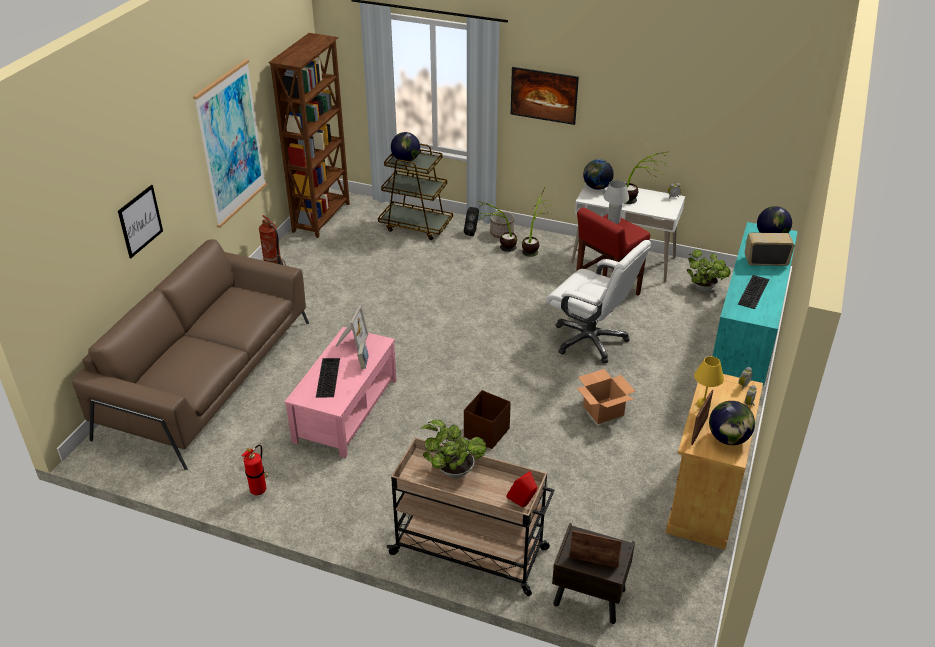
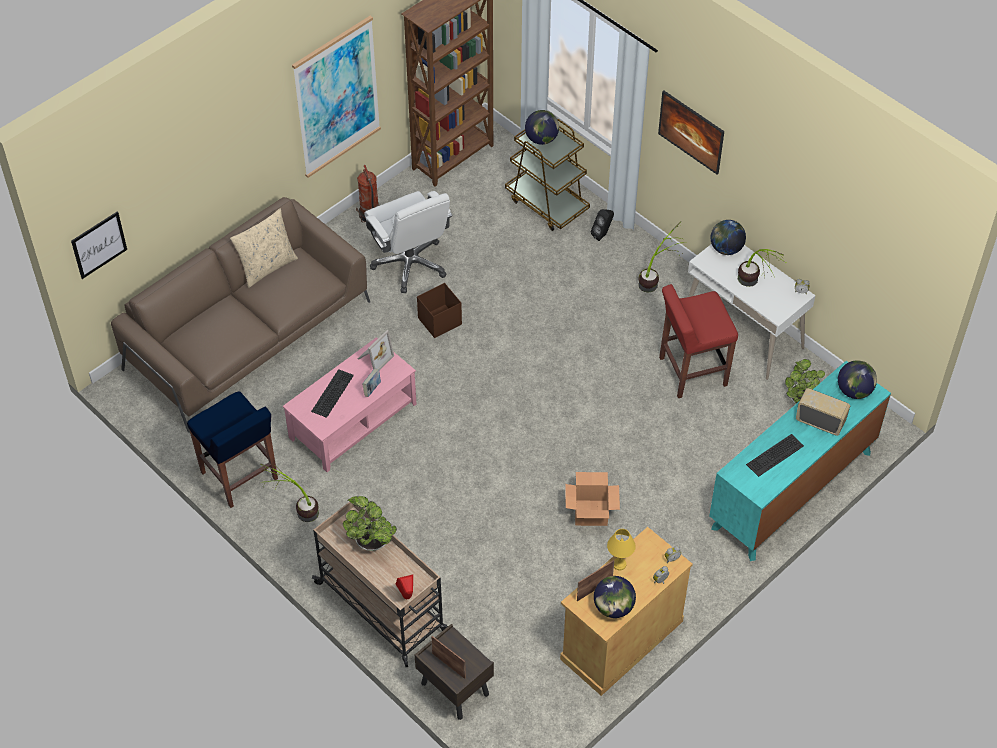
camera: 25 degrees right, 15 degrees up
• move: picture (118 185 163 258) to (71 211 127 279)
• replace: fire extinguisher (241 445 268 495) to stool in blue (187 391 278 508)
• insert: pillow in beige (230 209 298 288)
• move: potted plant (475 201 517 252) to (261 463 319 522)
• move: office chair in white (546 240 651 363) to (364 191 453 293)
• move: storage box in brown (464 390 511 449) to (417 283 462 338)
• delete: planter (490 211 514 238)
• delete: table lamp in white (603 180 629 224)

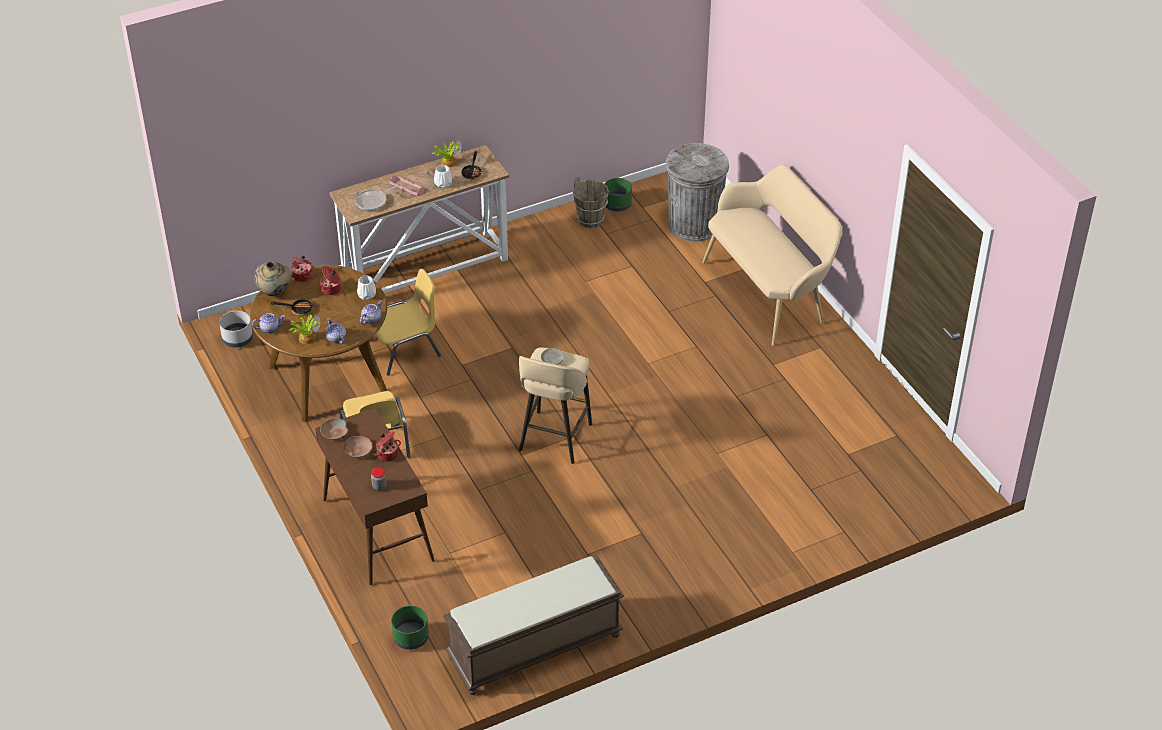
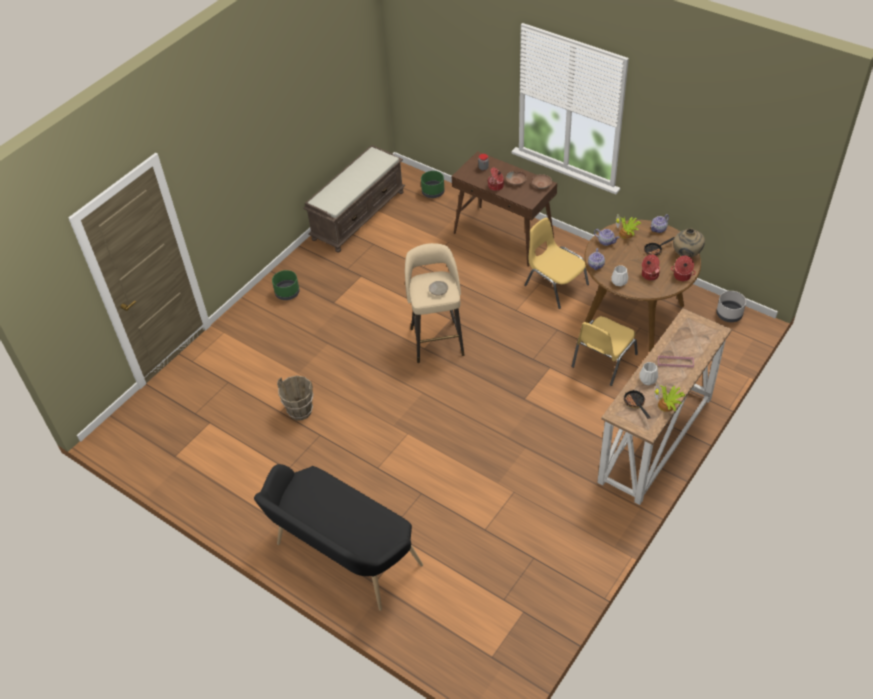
camera: 155 degrees right, 5 degrees up
• recolor: bench in beige (702 164 842 346) to bench in black (254 464 423 611)
• move: planter in green (604 178 632 211) to (272 270 300 300)
• move: bucket in brown (573 177 609 228) to (277 376 314 420)
• delete: frying pan (355 186 397 211)
• delete: trash can in grey (666 143 729 242)

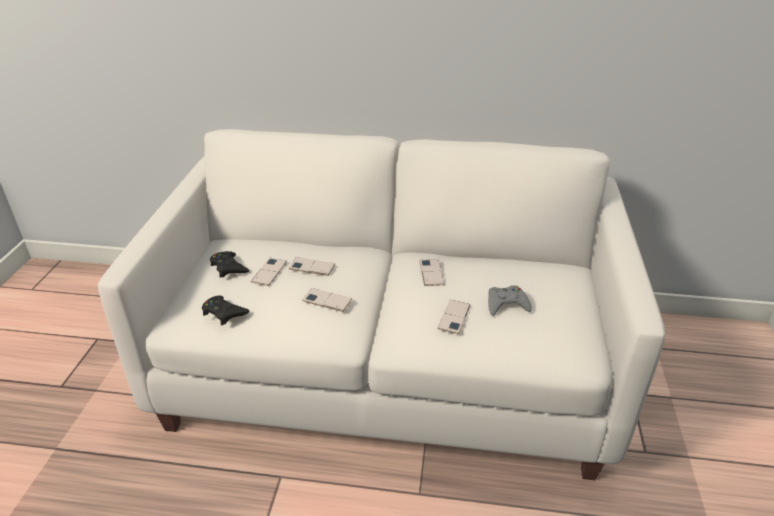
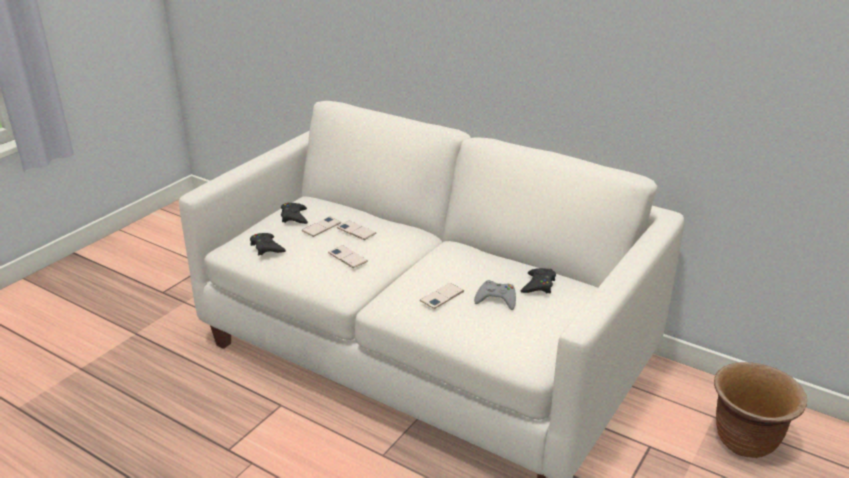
camera: 25 degrees right, 5 degrees down
• insert: game controller in black (521 268 556 293)
• insert: planter in brown (714 362 807 458)
• delete: phone (419 259 444 286)

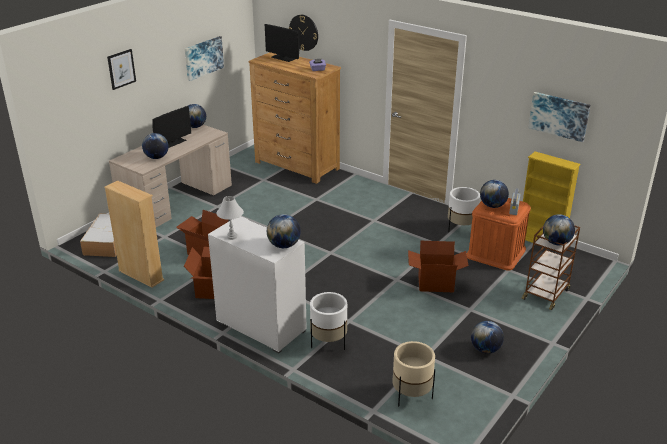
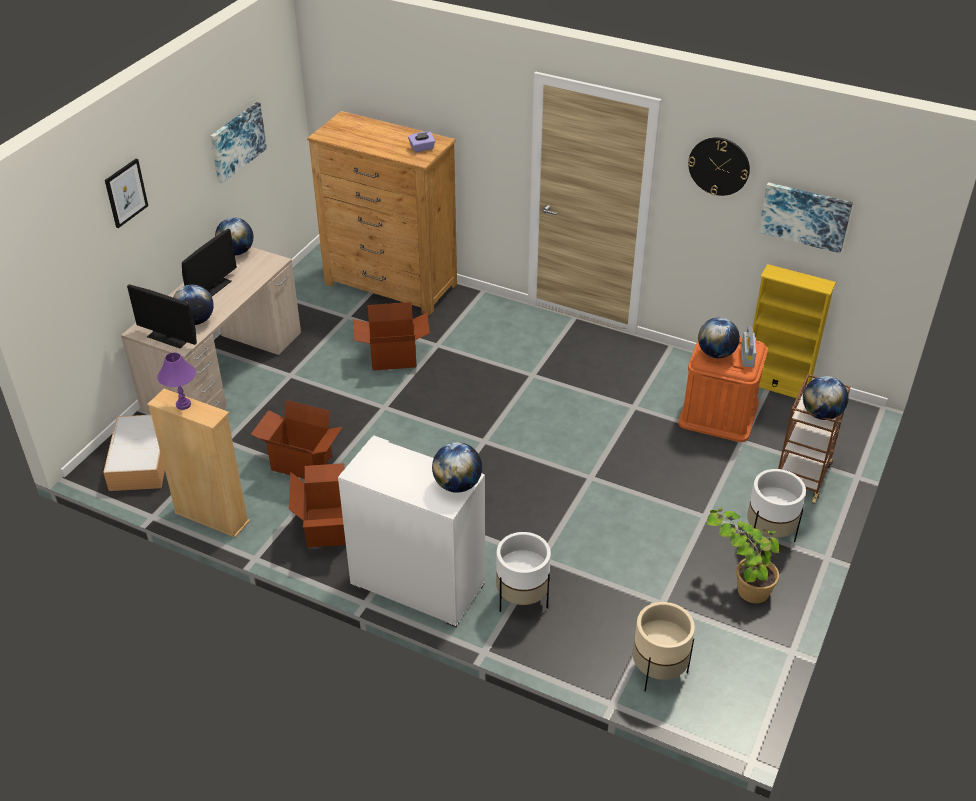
camera: 10 degrees left, 10 degrees up
• move: monitor (265 24 299 62) to (127 284 197 348)
• insert: table lamp in purple (157 352 196 410)
• move: cardboard box (408 241 468 292) to (353 302 430 371)
• move: wall clock (289 15 318 51) to (688 137 750 196)
• replace: globe (471 321 504 354) to potted plant (706 507 779 603)
• move: planter in white (448 187 480 232) to (747 469 806 544)
• delete: table lamp in white (217 196 244 240)

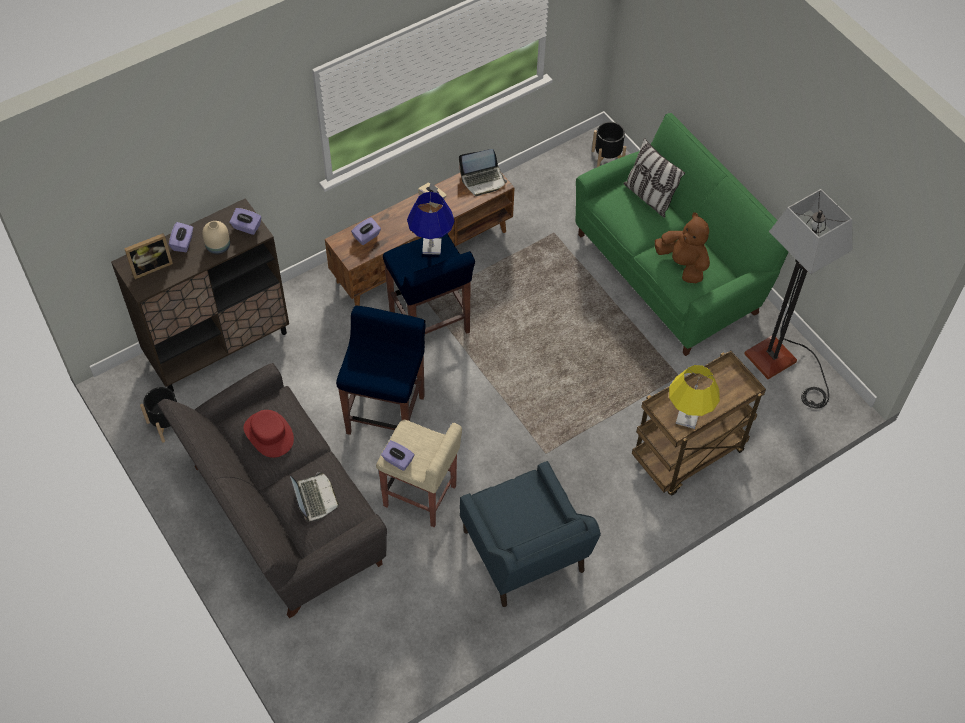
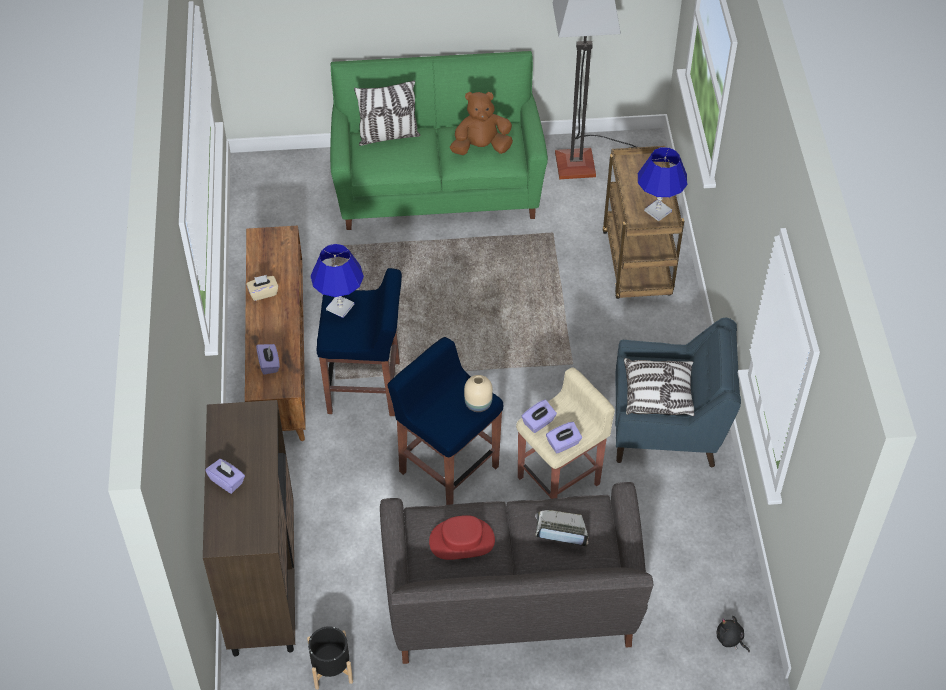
camera: 60 degrees left, 5 degrees down
• move: vase in beige (202 221 230 255) to (464 375 493 412)
• move: tissue box in purple (230 208 262 235) to (522 400 557 433)
• insert: pillow (624 358 695 416)
• recolor: table lamp in yellow (669 365 720 429) to table lamp in blue (638 147 687 222)
• insert: plush toy in black (717 616 750 653)
• delete: picture frame (124 233 173 279)
• delete: laptop (459 149 507 196)
• delete: planter in black (592 122 626 167)

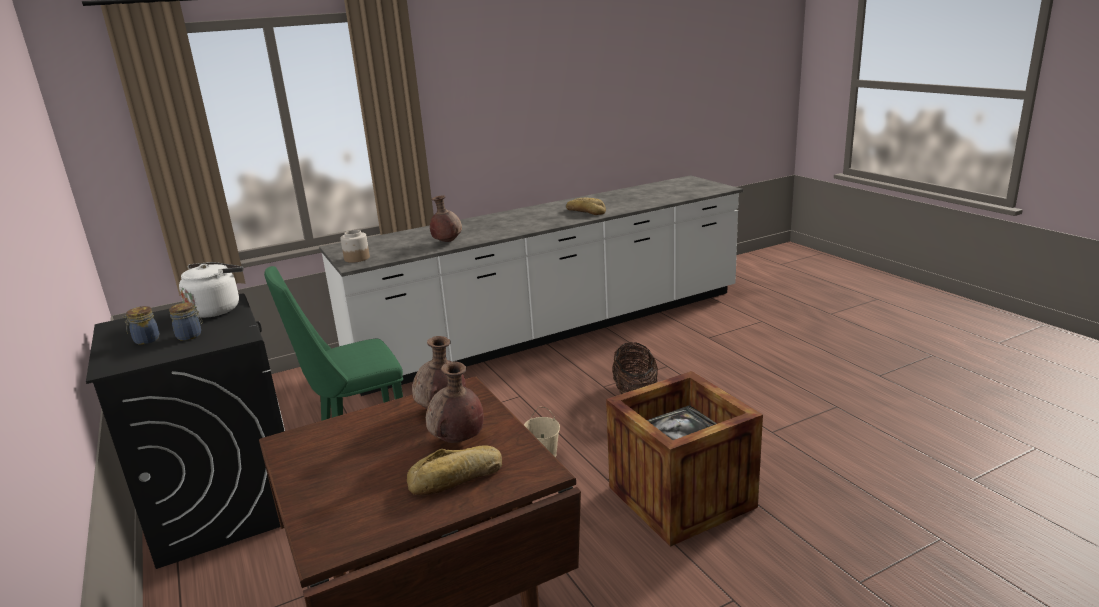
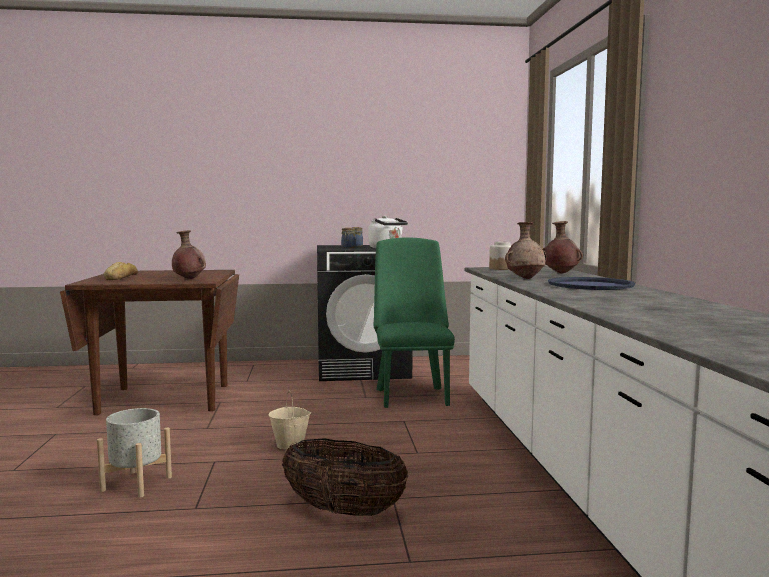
camera: 110 degrees right, 15 degrees down
• replace: crate (606 371 763 547) to planter in grey (97 408 172 498)
• move: vase in brown (426 361 484 443) to (542 221 583 273)
• insert: tray in blue (548 277 635 290)
• delete: bread (566 198 606 215)

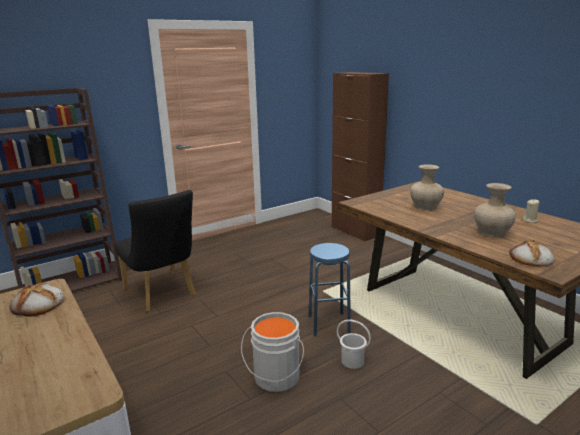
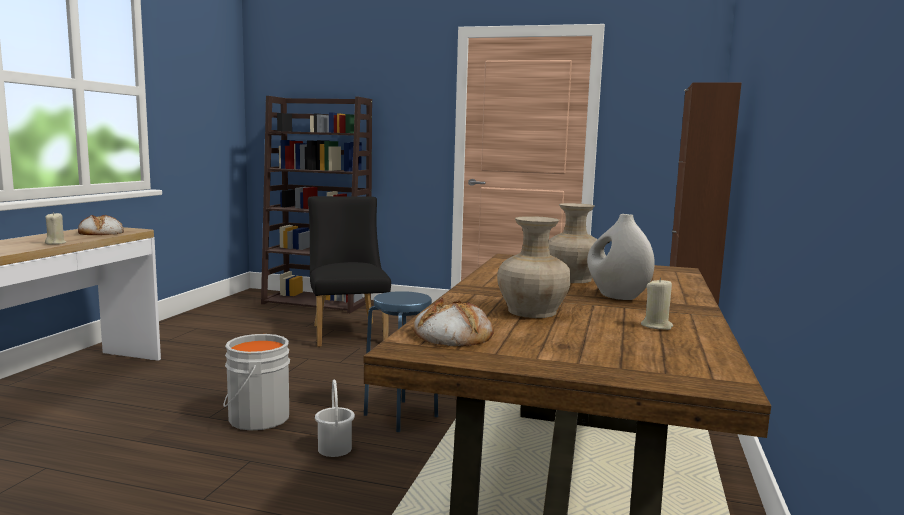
camera: 50 degrees right, 10 degrees down
• insert: candle in beige (45 212 66 245)
• rotate: chair in black (115 190 196 312) = (308 196 391 347) 150 degrees clockwise
• insert: vase in white (587 214 655 300)

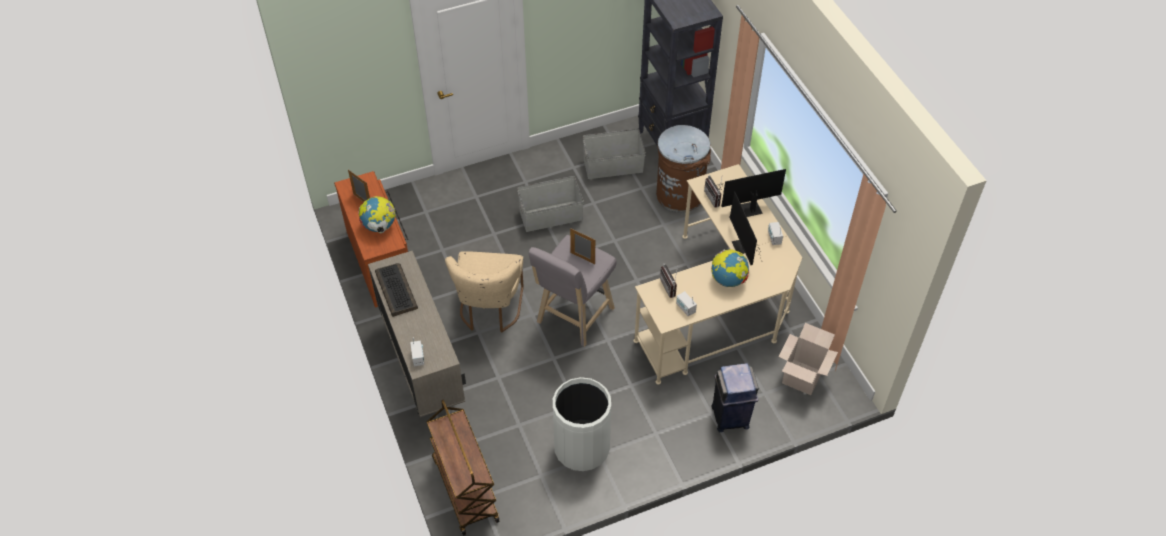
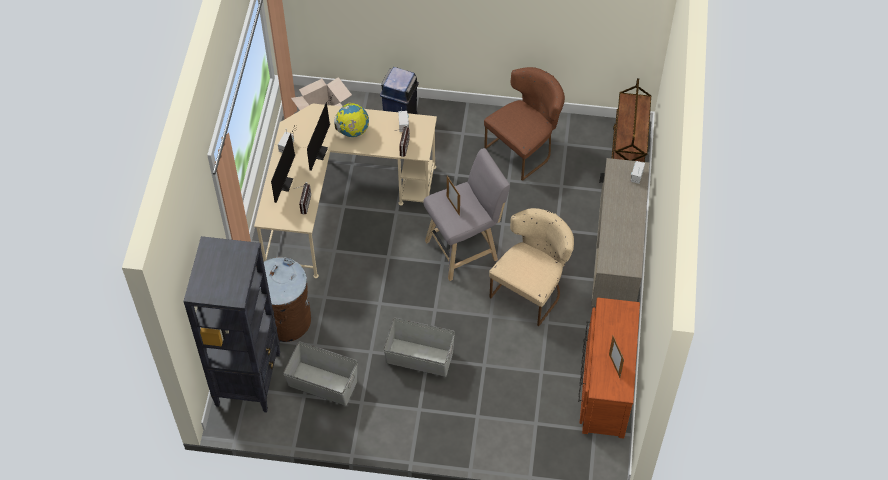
camera: 150 degrees left, 5 degrees up
• rotate: monitor (712 169 786 217) = (271 124 298 203) 90 degrees counterclockwise
• replace: trash can in white (553 377 611 471) to chair in brown (484 67 565 181)
• delete: globe (358 196 395 234)
• delete: keyboard (375 263 418 317)

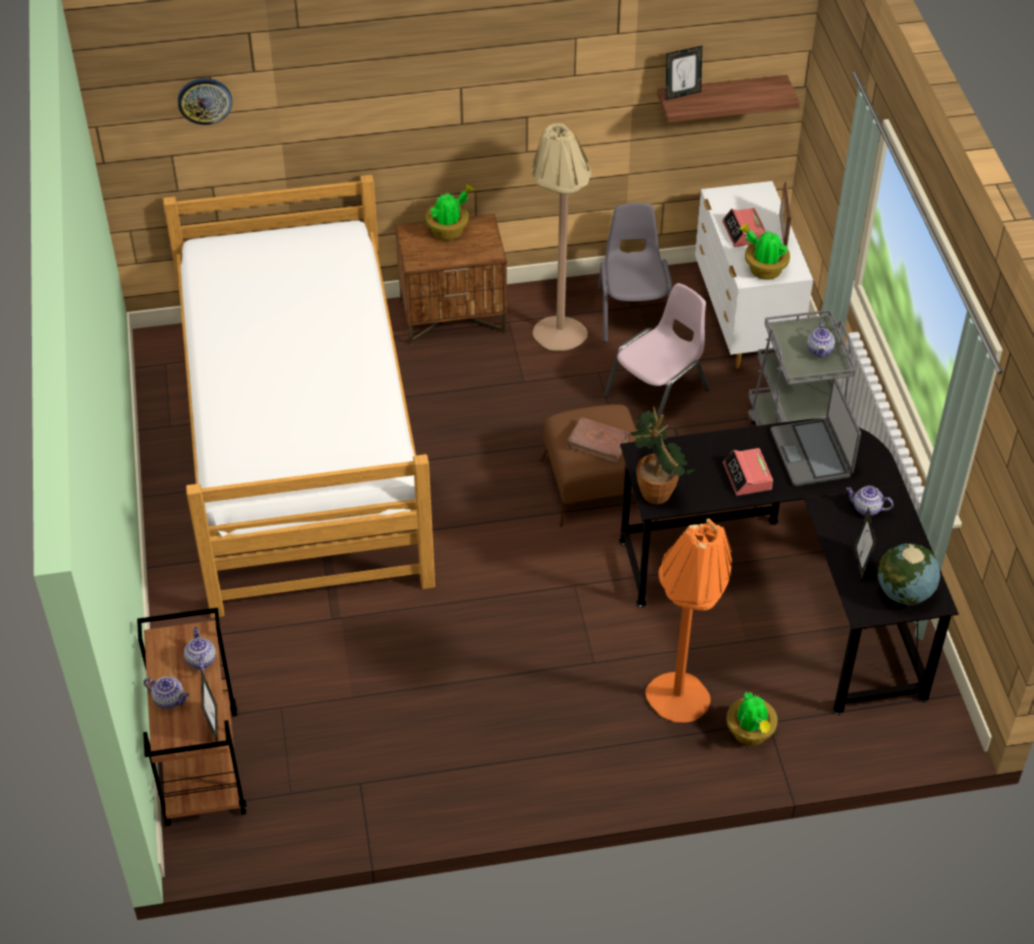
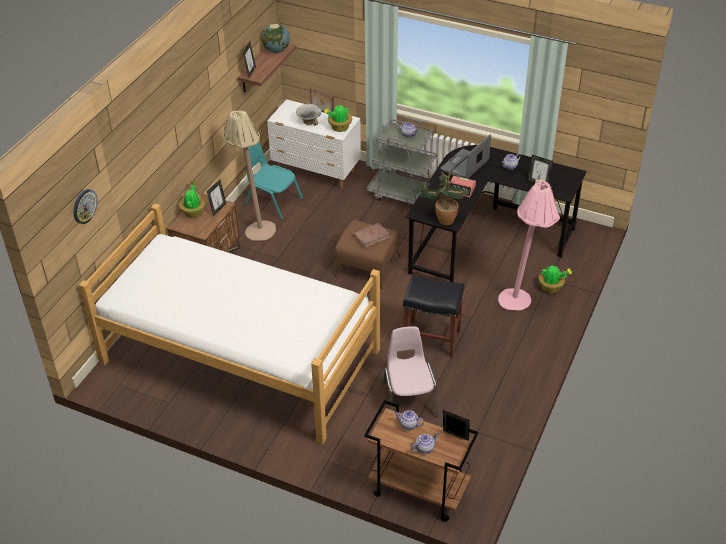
camera: 55 degrees left, 5 degrees down
• insert: picture frame (207 179 226 216)
• recolor: chair in grey (598 203 673 343) to chair in turquoise (245 142 303 220)
• move: globe (877 543 940 605) to (261 24 290 53)
• replace: alarm clock (722 208 766 247) to bowl (296 104 322 126)
• move: chair in pink (604 283 709 420) to (383 326 438 417)
• insert: stool in black (403 274 465 357)
• rotate: laptop (770 377 861 486) = (440 134 491 179) 105 degrees clockwise
• recolor: floor lamp in orange (645 519 732 723) to floor lamp in pink (498 180 560 310)

